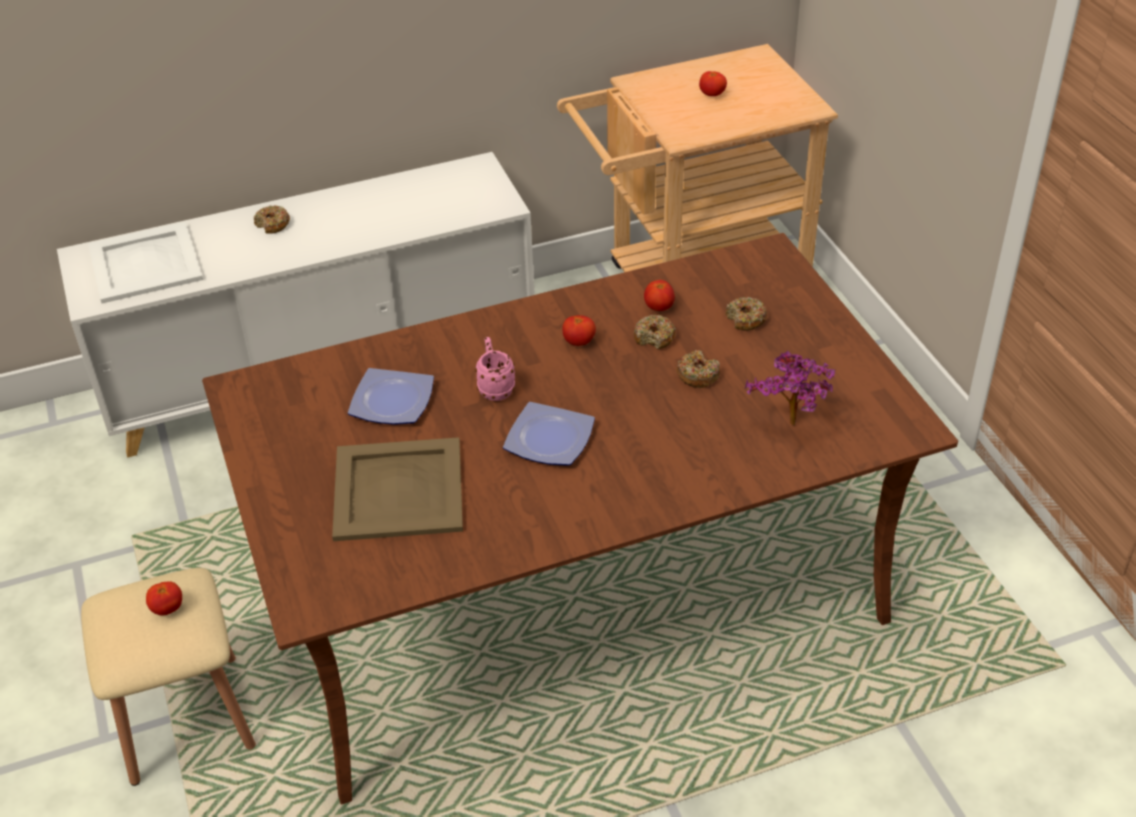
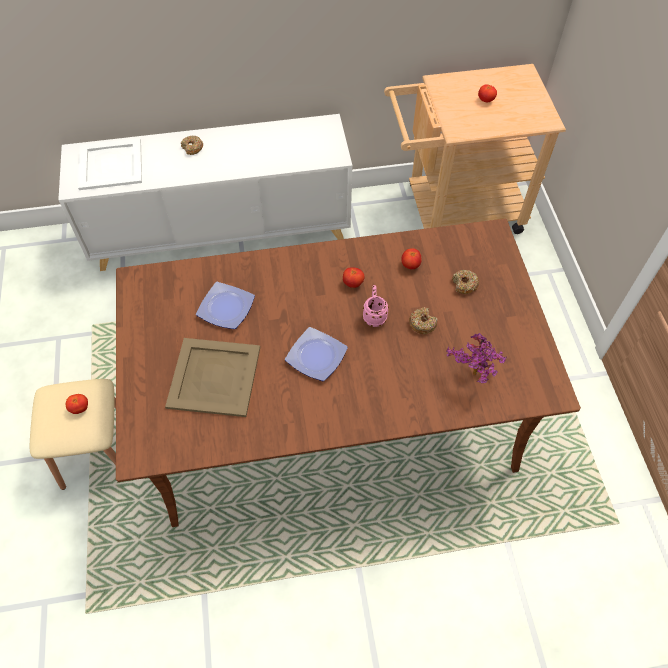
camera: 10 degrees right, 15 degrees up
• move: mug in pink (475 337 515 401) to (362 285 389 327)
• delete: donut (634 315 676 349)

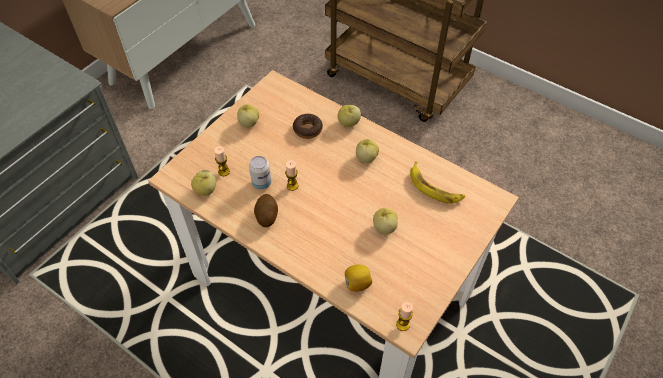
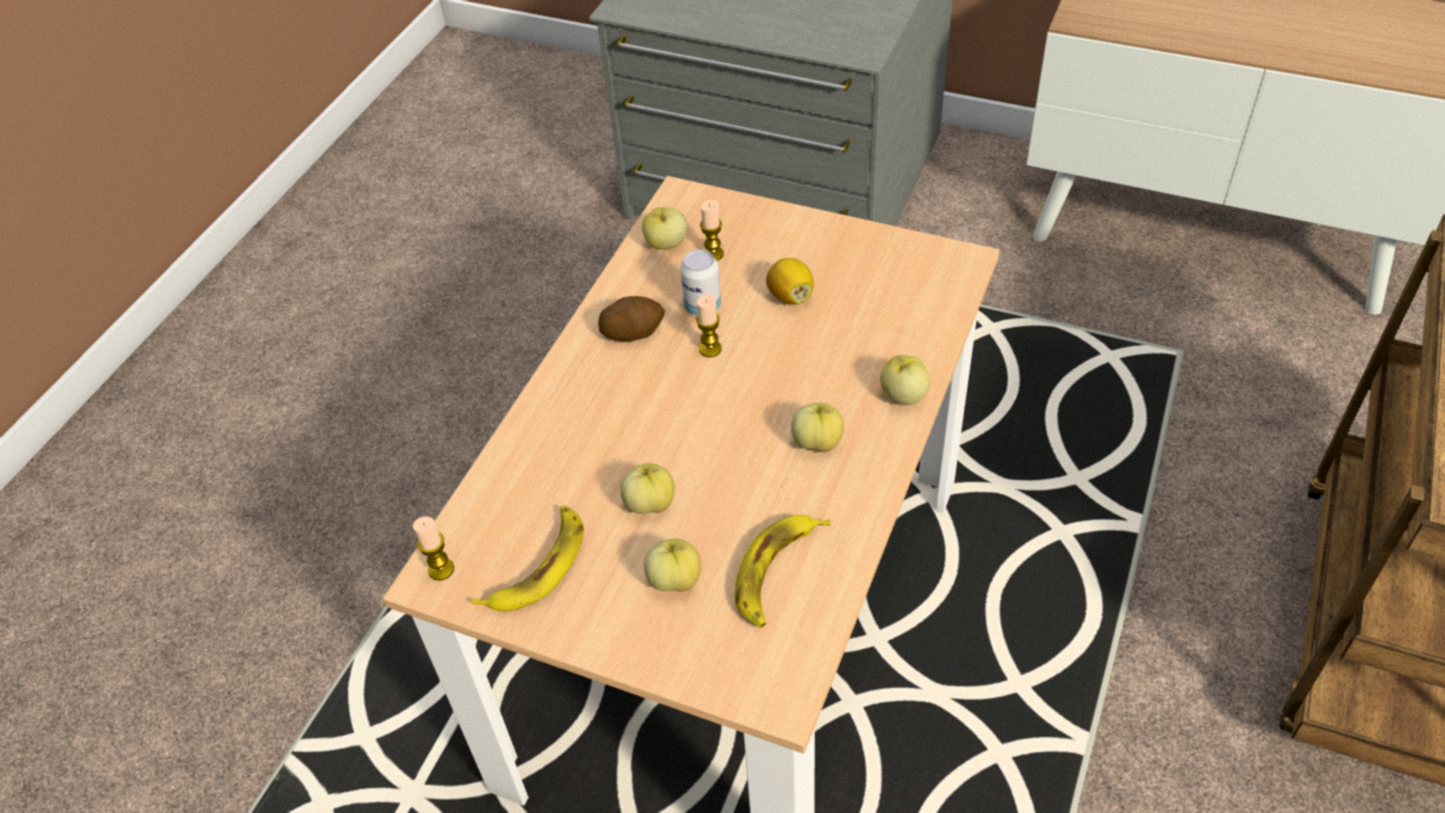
camera: 80 degrees right, 5 degrees down
• insert: banana (471 505 584 611)
• move: apple (237 104 259 128) to (644 538 701 592)
• move: lemon (345 265 372 292) to (766 258 814 305)
• delete: donut (293 114 323 139)

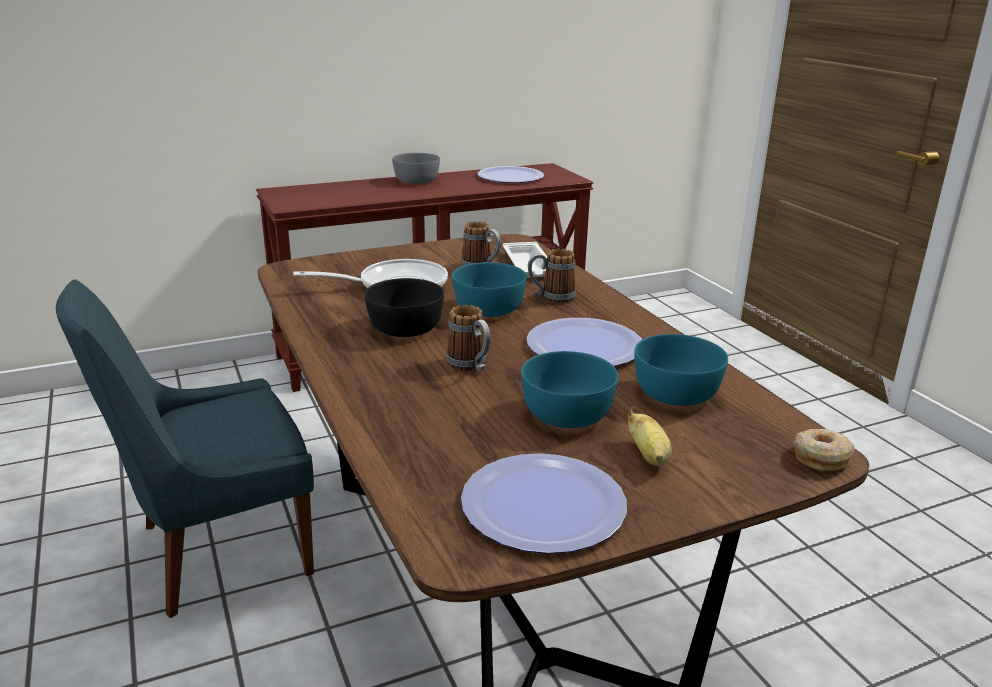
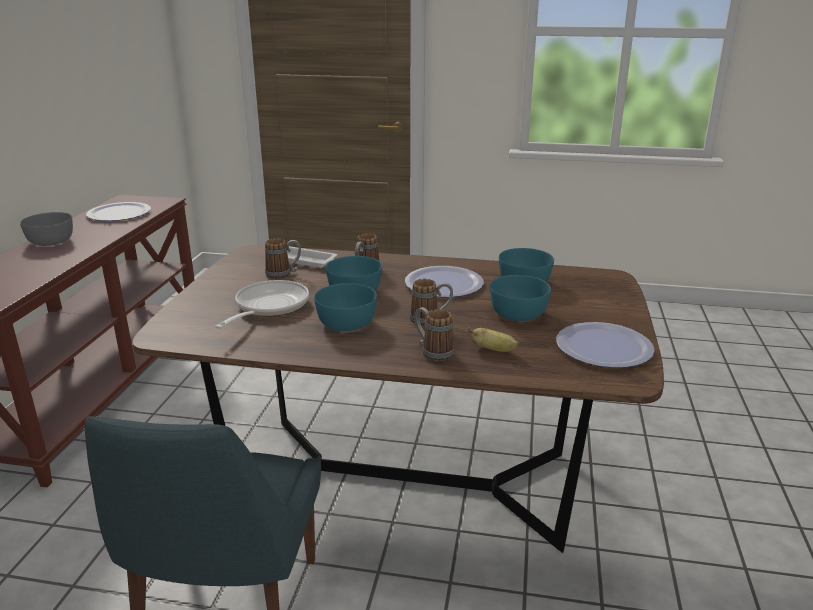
camera: 55 degrees left, 0 degrees up
• recolor: bowl in black (365 278 444 337) to bowl in turquoise (314 283 377 331)
• insert: mug (414 307 454 361)
• move: banana (628 407 672 466) to (468 327 519 352)
• delete: donut (794 429 854 471)

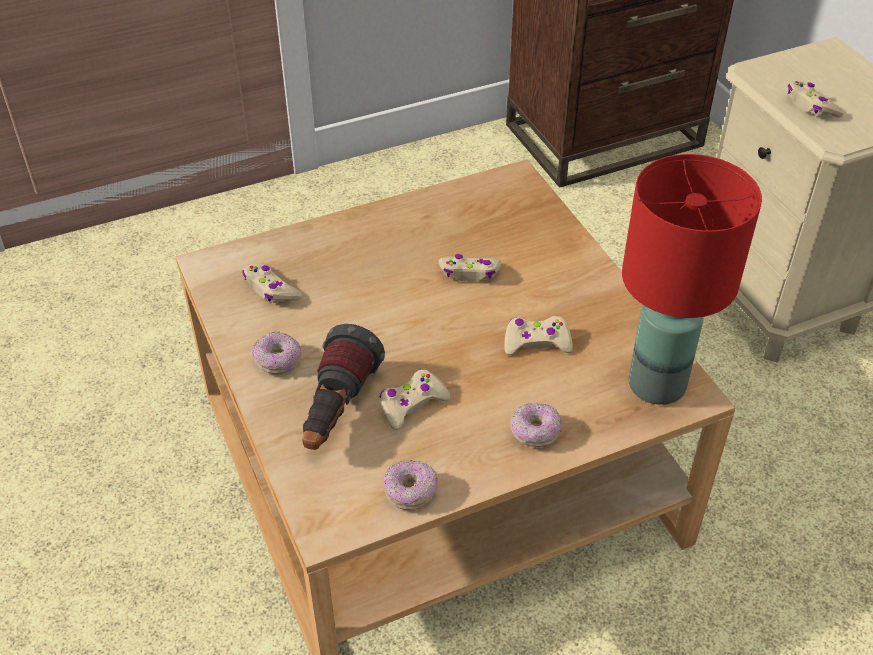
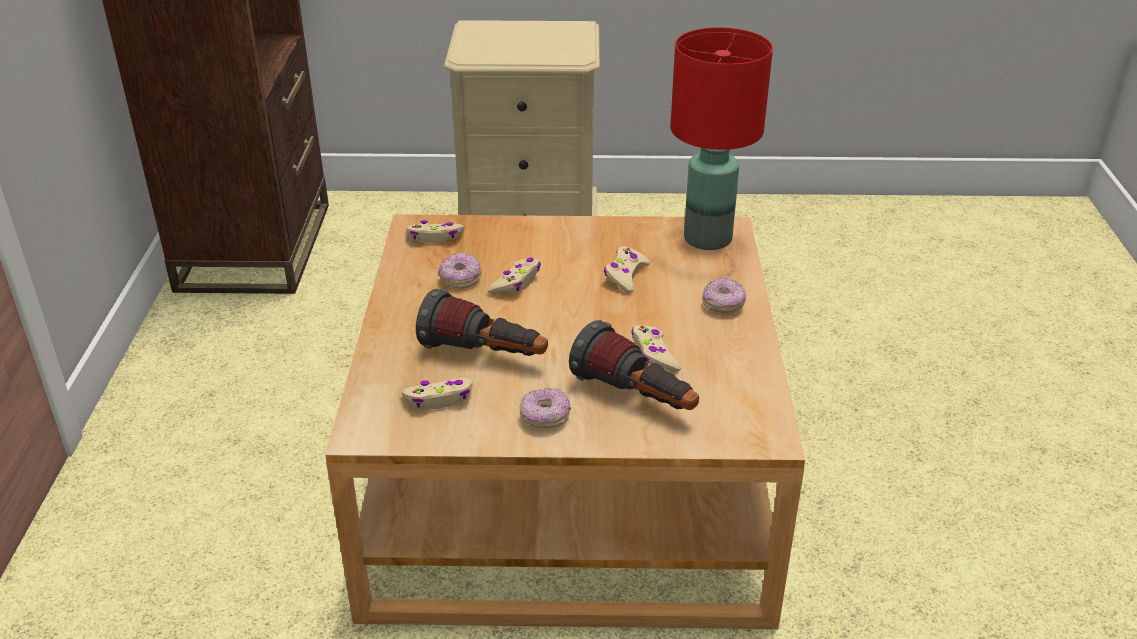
camera: 65 degrees left, 10 degrees down
• move: game controller in beige (788 81 844 118) to (406 220 465 243)
• insert: flashlight (416 289 548 356)
• move: donut (384 460 438 510) to (438 253 482 288)

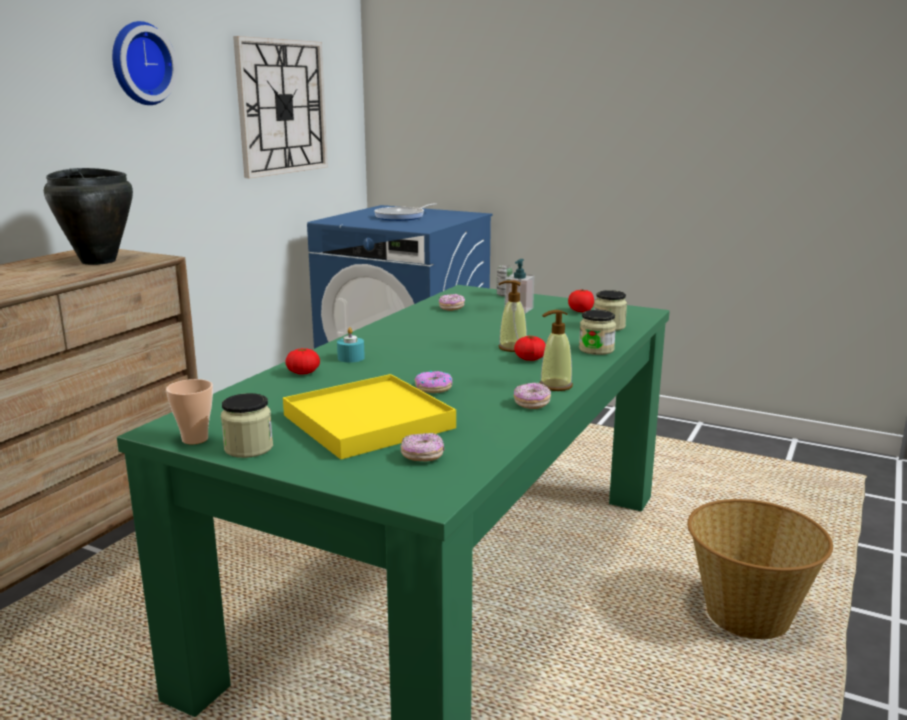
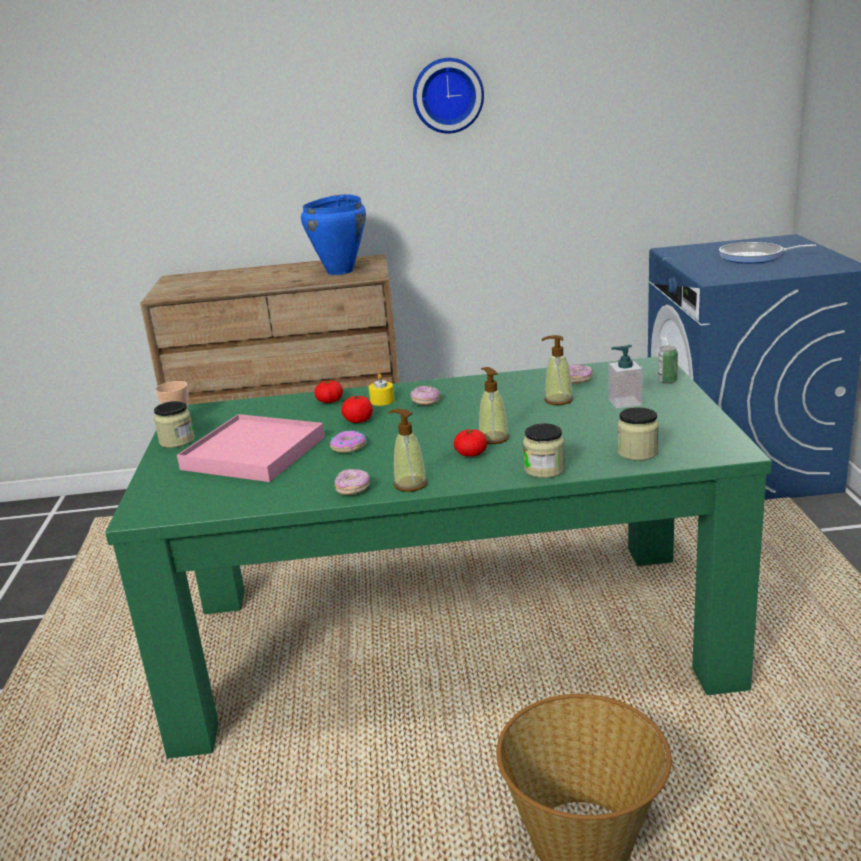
camera: 60 degrees right, 5 degrees up
• recolor: tray in yellow (283 374 456 459) to tray in pink (177 414 325 482)
• recolor: cooking pot in black (44 168 133 265) to cooking pot in blue (301 194 366 275)
• move: tomato (568 289 594 312) to (341 396 373 423)
• recolor: candle in turquoise (337 327 365 363) to candle in yellow (369 373 394 406)
• move: donut (401 433 444 462) to (410 385 440 405)
• insert: soap dispenser (542 335 573 405)
• delete: wall clock (233 36 328 178)

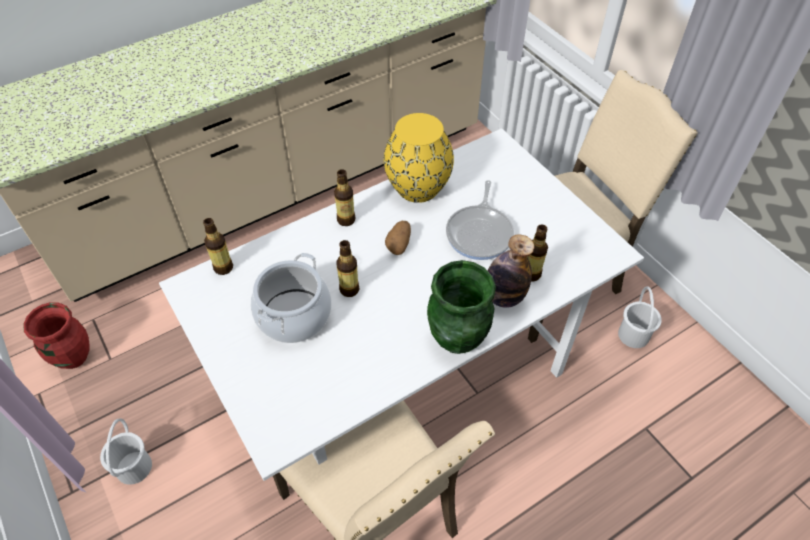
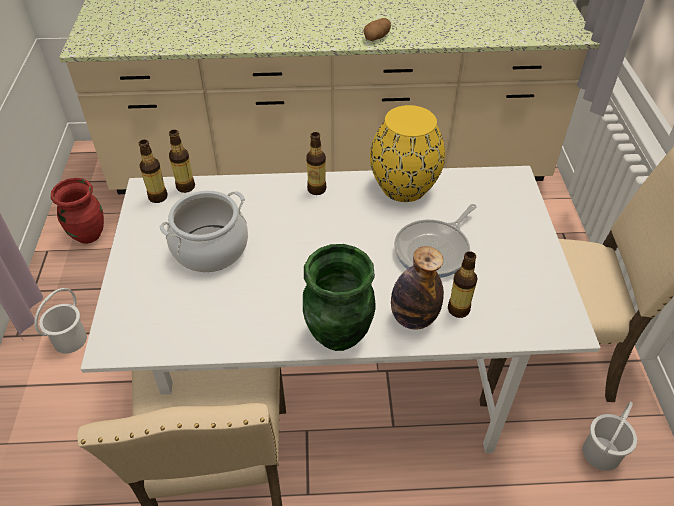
camera: 30 degrees right, 5 degrees down
• move: bottle (336 240 360 297) to (139 140 168 203)
• move: potato (385 221 411 255) to (363 18 391 41)

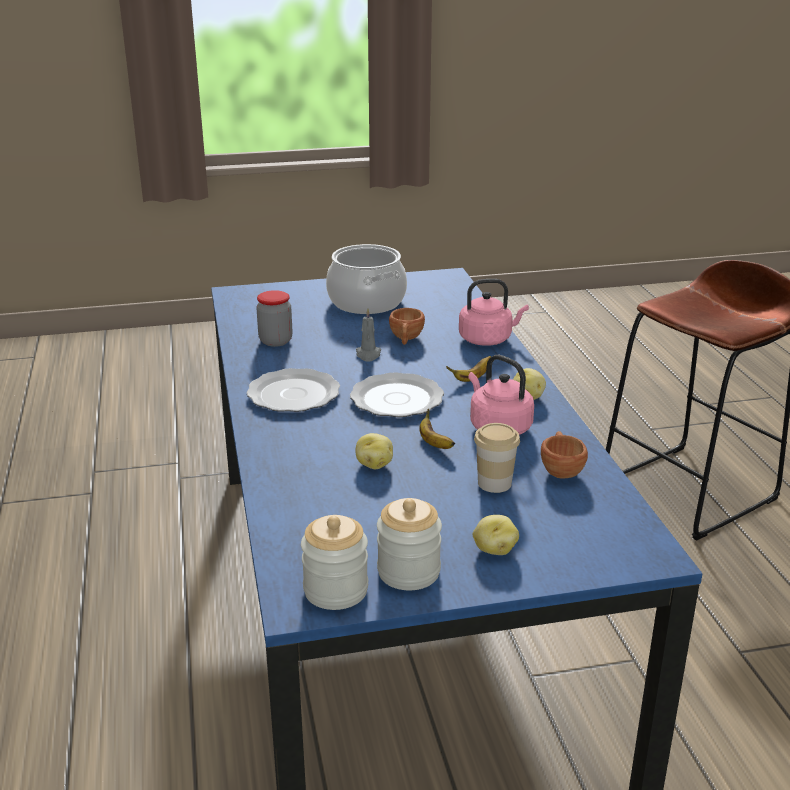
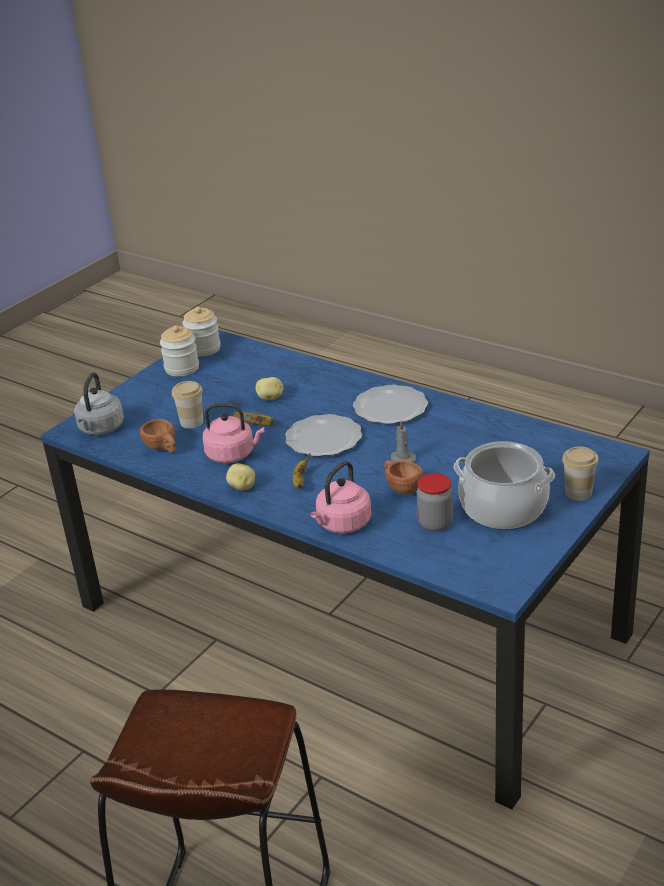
camera: 140 degrees right, 5 degrees up
• insert: kettle in grey (74 372 124 435)
• move: jar (256 290 293 347) to (417 473 453 532)
• insert: cup (562 446 599 501)
• delete: potato (473 515 519 555)

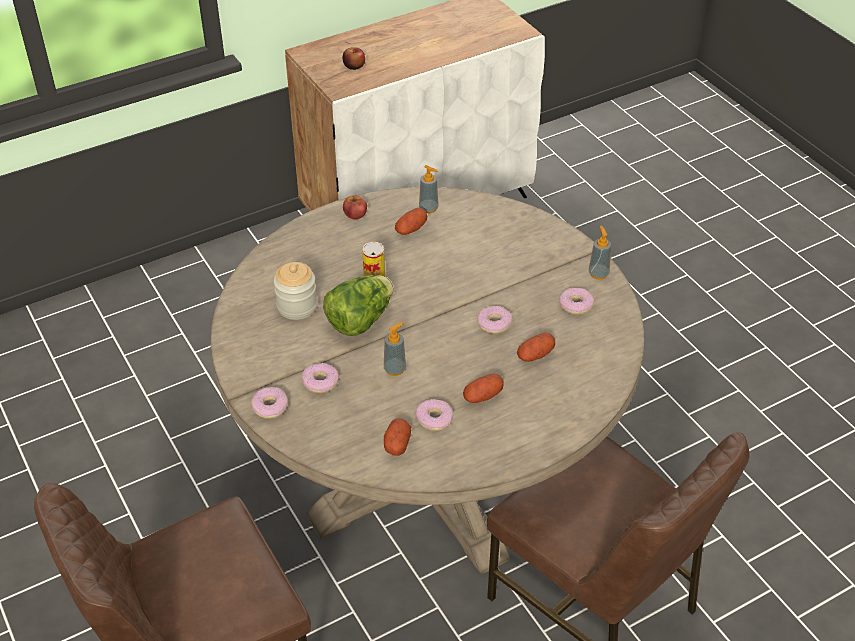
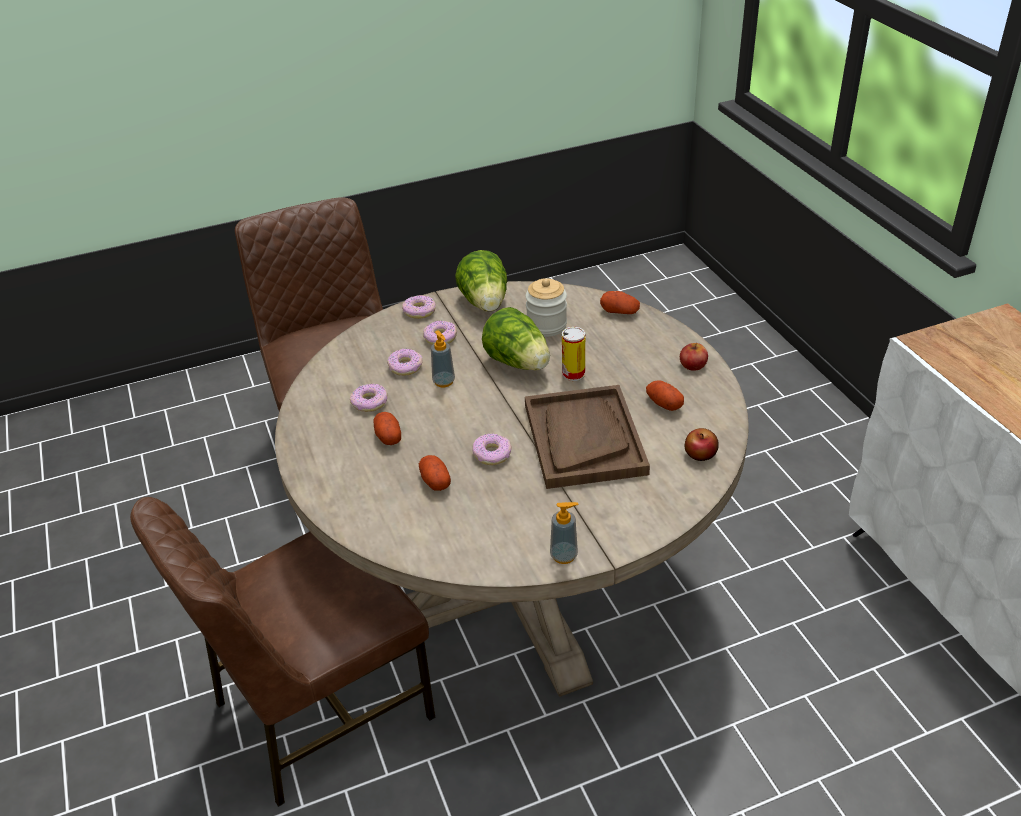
camera: 100 degrees right, 5 degrees down
• move: donut (559 288 594 315) to (387 349 423 376)
• insert: lettuce (455 250 507 312)
• insert: tray in brown (525 385 650 489)
• move: potato (384 418 411 456) to (600 291 640 314)
• move: apple (342 47 365 70) to (684 428 719 461)
• delete: soap dispenser (419 165 438 213)

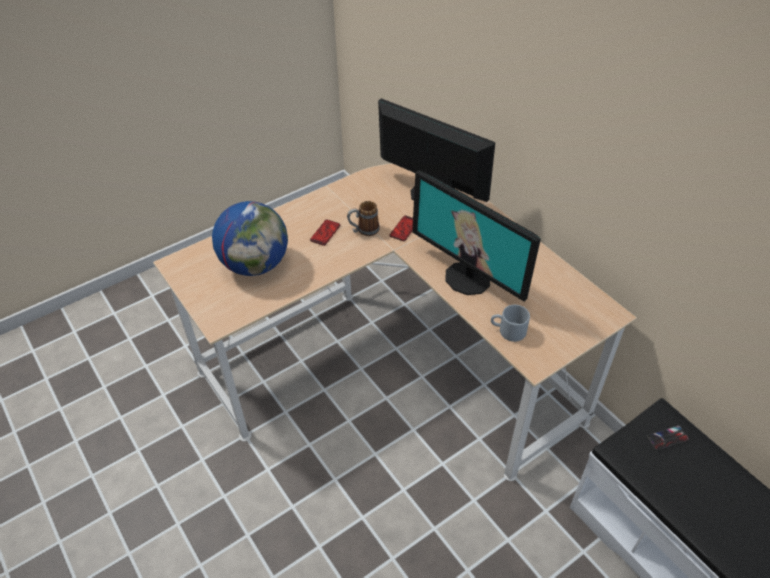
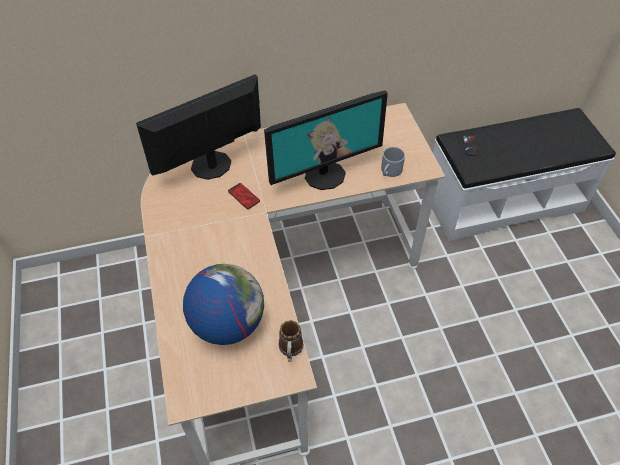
camera: 70 degrees left, 5 degrees up
• move: mug (347 201 380 236) to (279 320 303 362)
• delete: phone (310 220 340 246)

